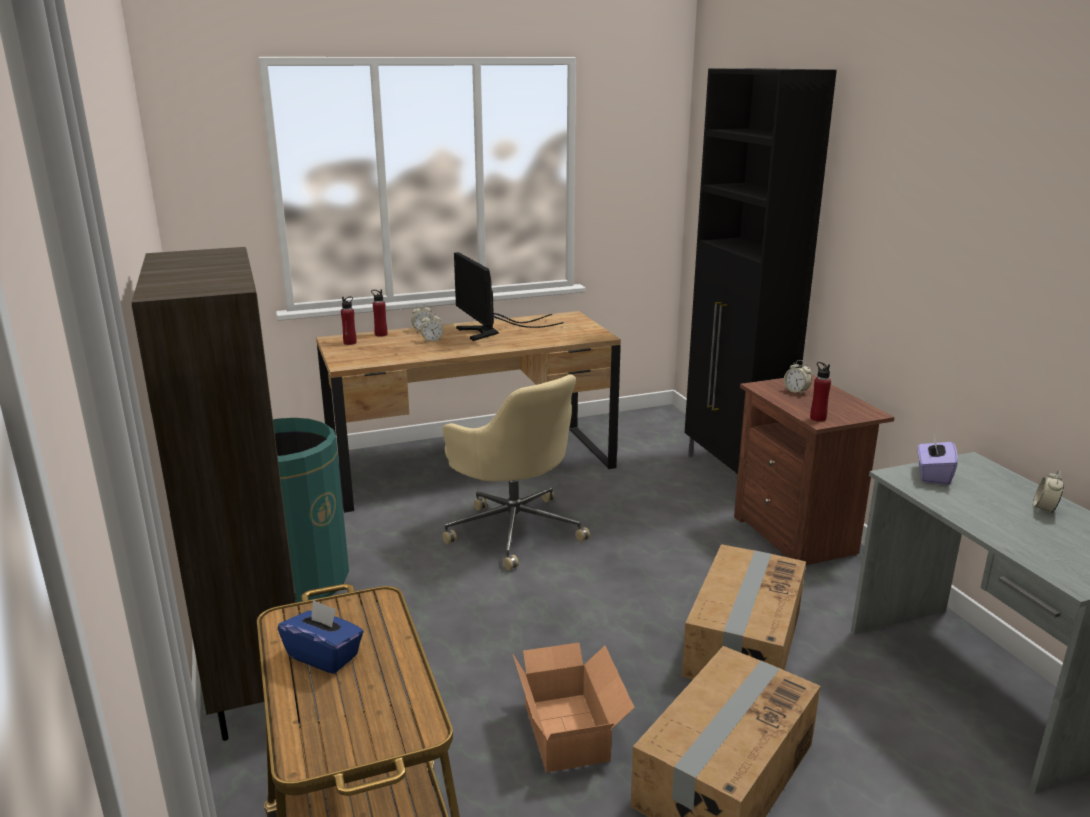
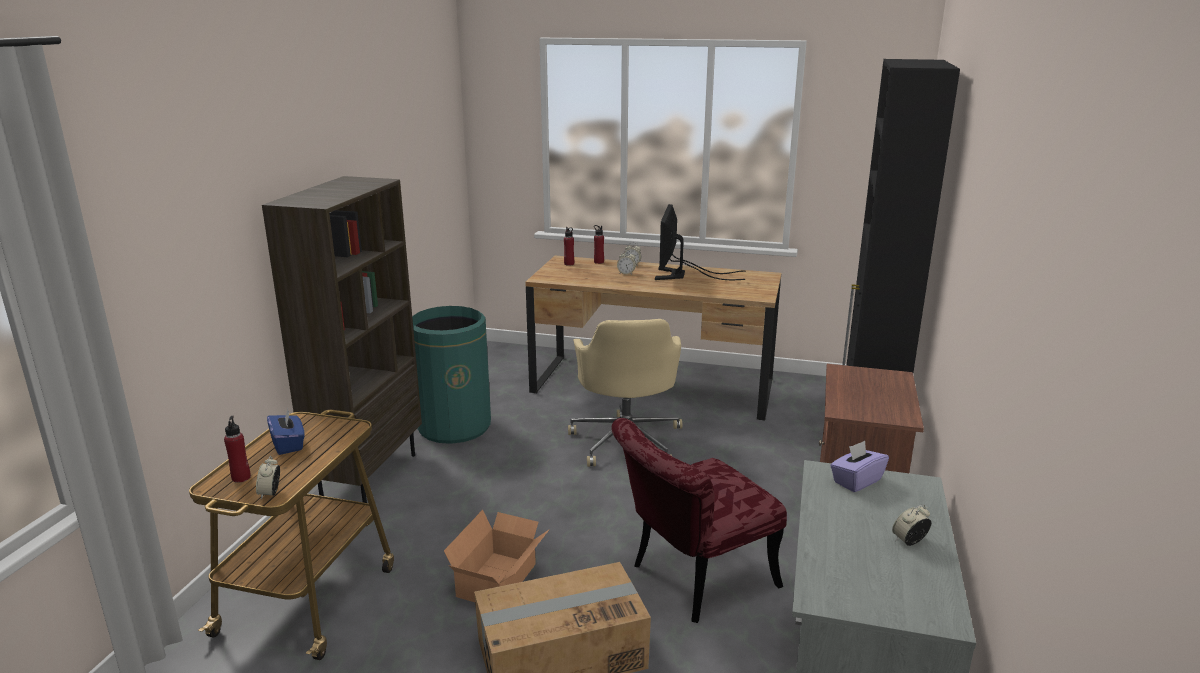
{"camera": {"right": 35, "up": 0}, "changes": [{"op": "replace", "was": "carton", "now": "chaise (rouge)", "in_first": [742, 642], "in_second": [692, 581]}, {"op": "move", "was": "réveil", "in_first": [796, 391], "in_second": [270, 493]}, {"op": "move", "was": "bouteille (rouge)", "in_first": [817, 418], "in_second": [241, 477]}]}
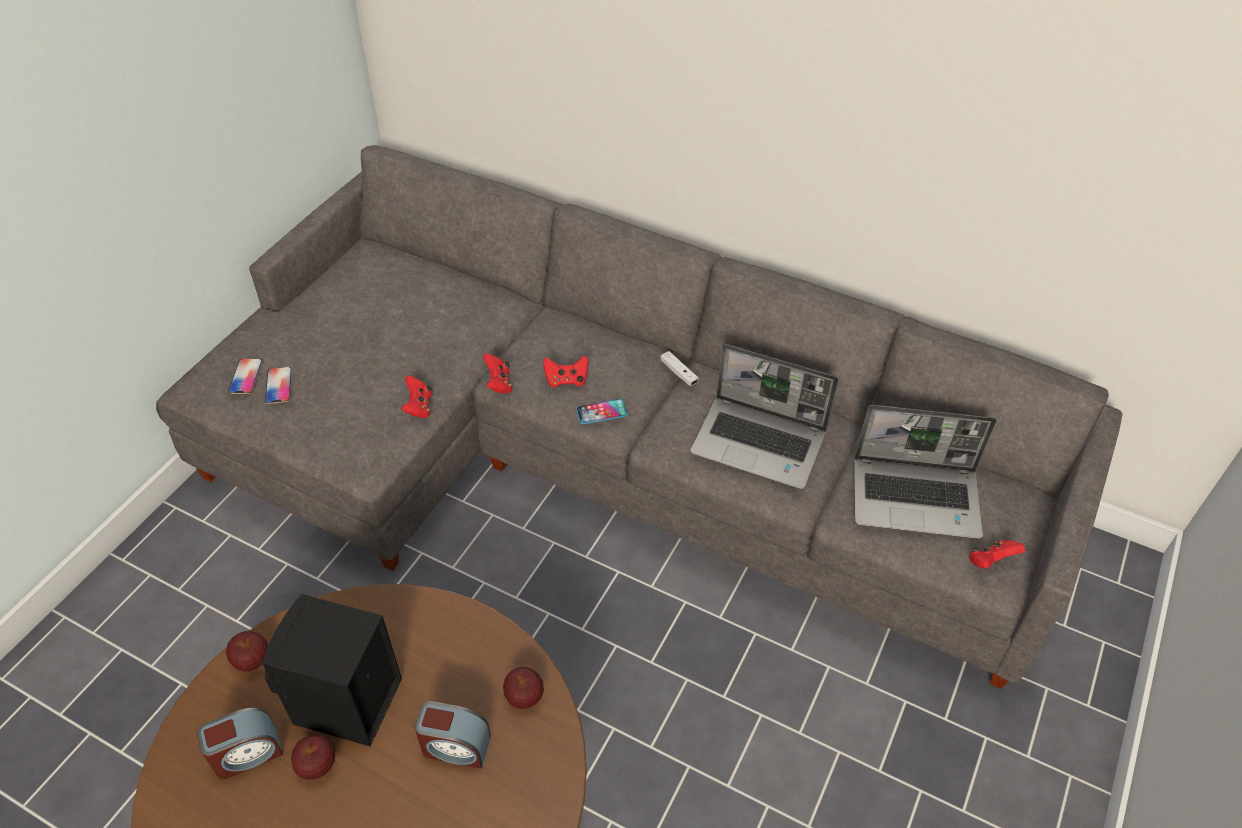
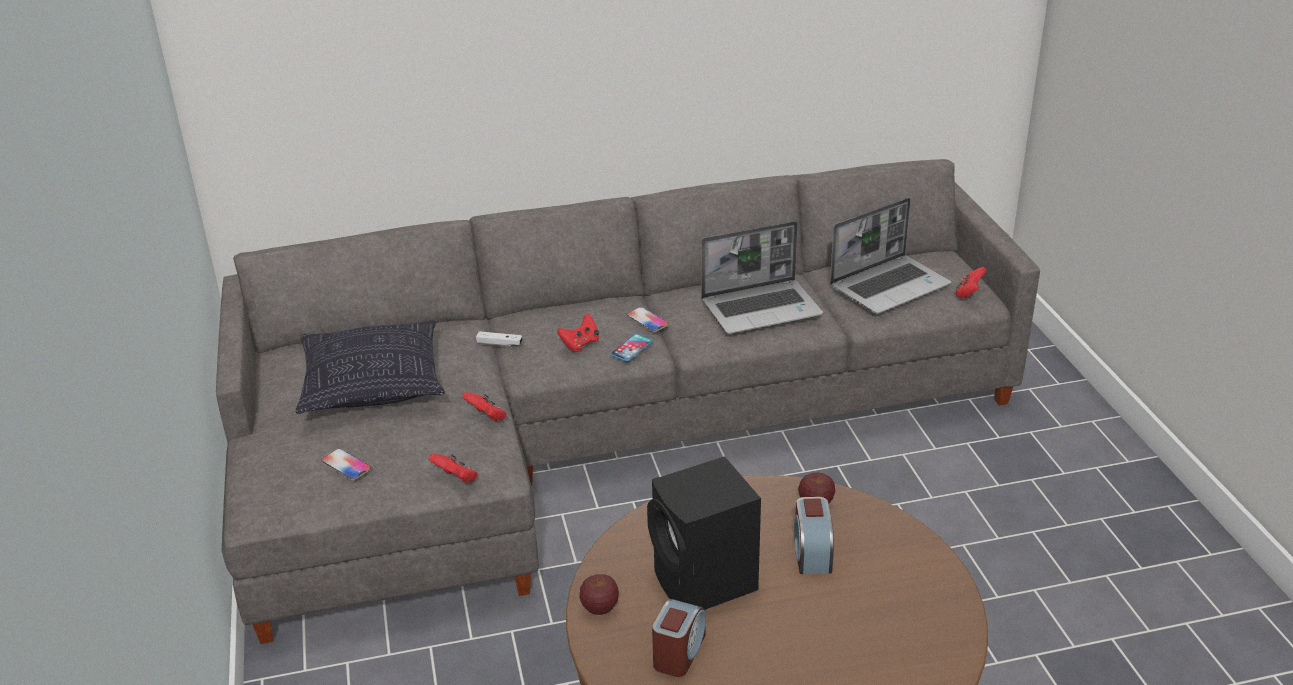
{"camera": {"right": -40, "up": -15}, "changes": [{"op": "move", "was": "téléphone", "in_first": [245, 377], "in_second": [647, 320]}, {"op": "delete", "was": "pomme", "in_first": [318, 766]}, {"op": "rotate", "was": "réveil", "in_first": [455, 746], "in_second": [811, 553], "clockwise": 120}, {"op": "move", "was": "manette (rouge)", "in_first": [499, 383], "in_second": [456, 478]}, {"op": "move", "was": "manette (blanc)", "in_first": [678, 373], "in_second": [499, 343]}, {"op": "insert", "now": "coussin", "in_second": [373, 385]}]}
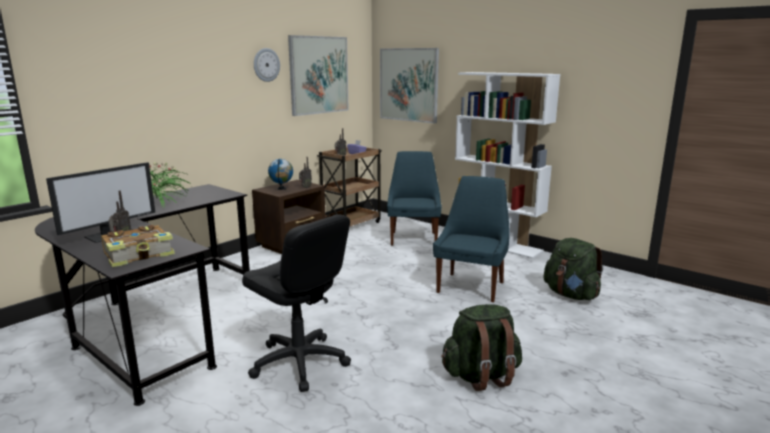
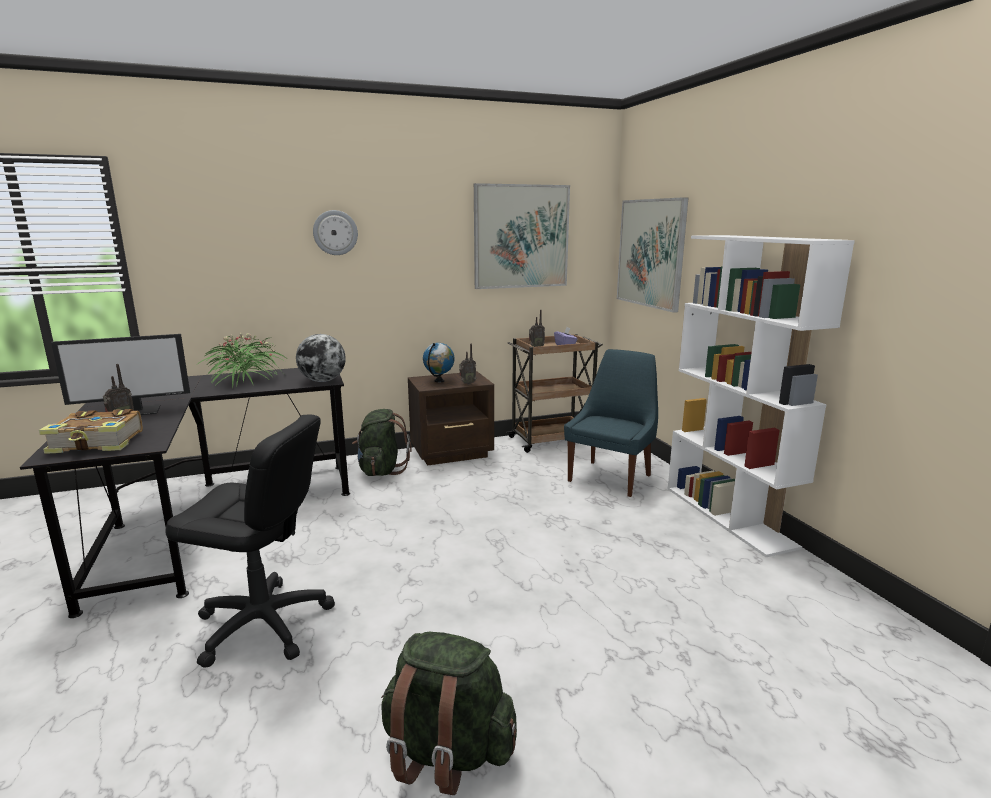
{"camera": {"right": 30, "up": 0}, "changes": [{"op": "rotate", "was": "chaise de bureau (noir)", "in_first": [299, 363], "in_second": [263, 624], "clockwise": -60}, {"op": "move", "was": "horloge murale", "in_first": [266, 65], "in_second": [335, 232]}, {"op": "delete", "was": "chaise (bleu)", "in_first": [471, 286]}, {"op": "move", "was": "sac à dos (vert)", "in_first": [571, 295], "in_second": [381, 470]}, {"op": "insert", "now": "globe", "in_second": [322, 381]}]}
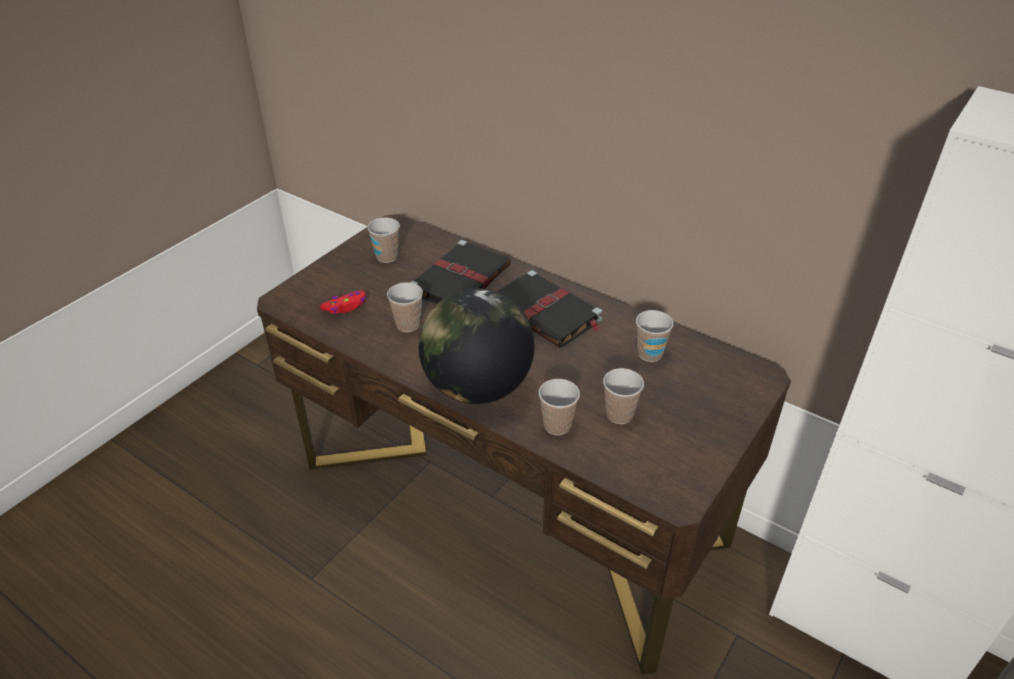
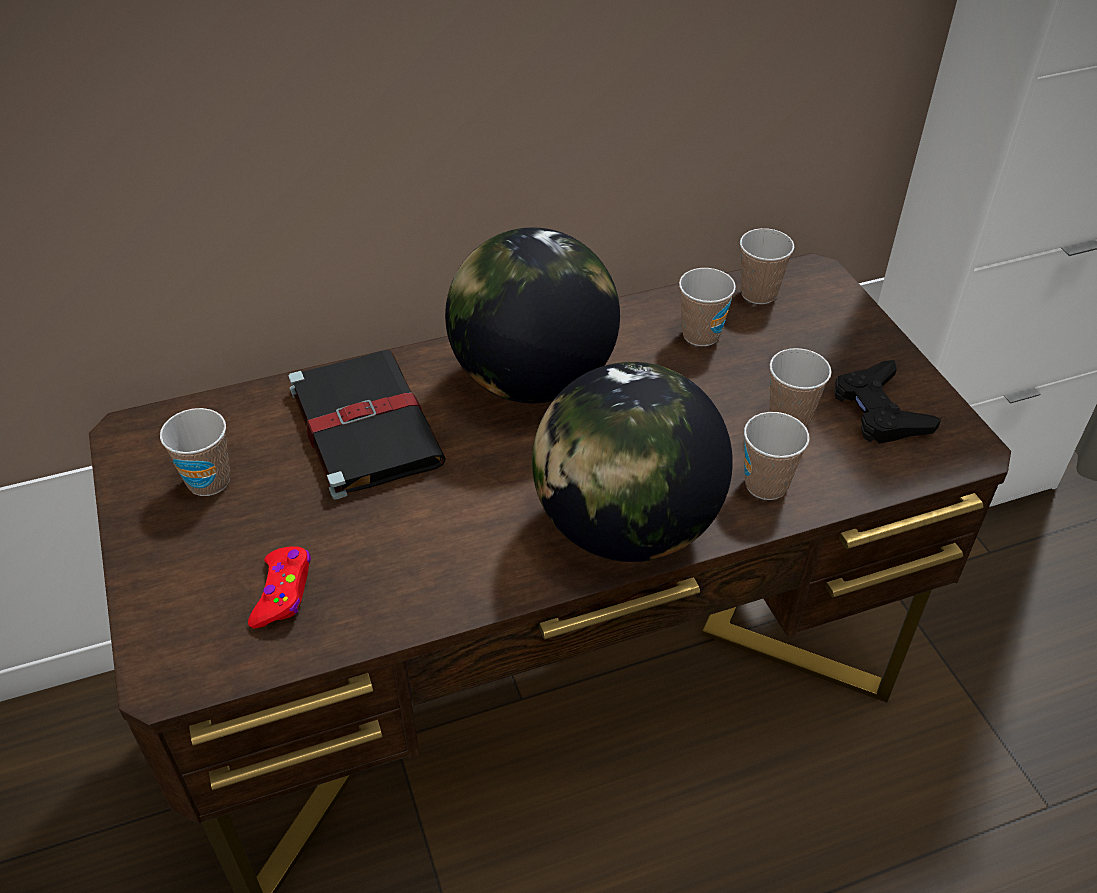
{"camera": {"right": -55, "up": 5}, "changes": [{"op": "move", "was": "tasse", "in_first": [408, 325], "in_second": [758, 293]}, {"op": "replace", "was": "livre (noir)", "now": "globe", "in_first": [546, 313], "in_second": [533, 381]}, {"op": "insert", "now": "manette (noir)", "in_second": [879, 411]}]}
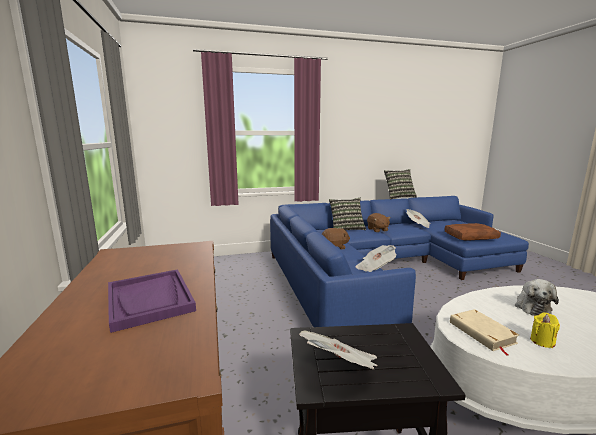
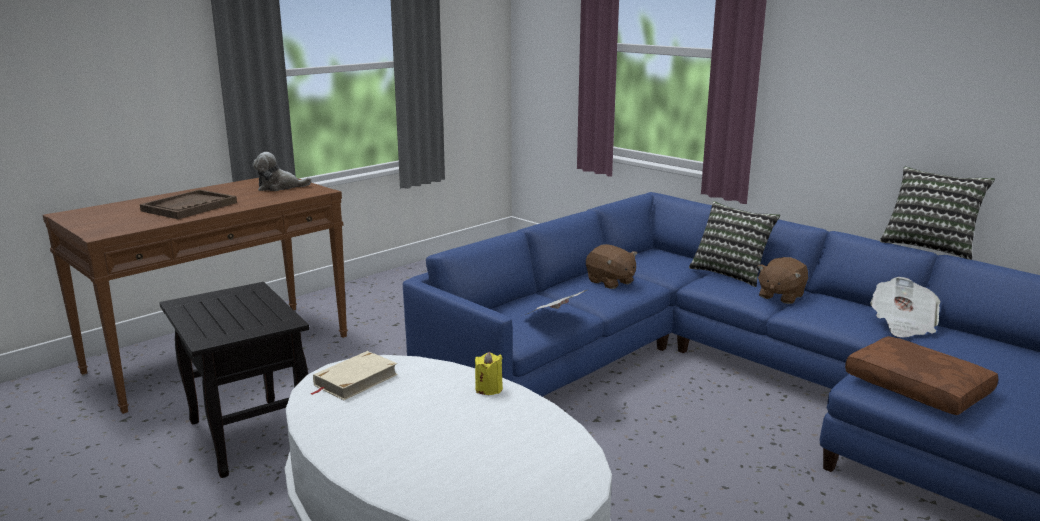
{"camera": {"right": 60, "up": 5}, "changes": [{"op": "recolor", "was": "plateau (violet)", "now": "plateau (marron)", "in_first": [150, 300], "in_second": [189, 207]}, {"op": "delete", "was": "journal", "in_first": [341, 367]}, {"op": "move", "was": "peluche", "in_first": [532, 307], "in_second": [279, 187]}, {"op": "move", "was": "bougie (jaune)", "in_first": [542, 341], "in_second": [489, 389]}]}
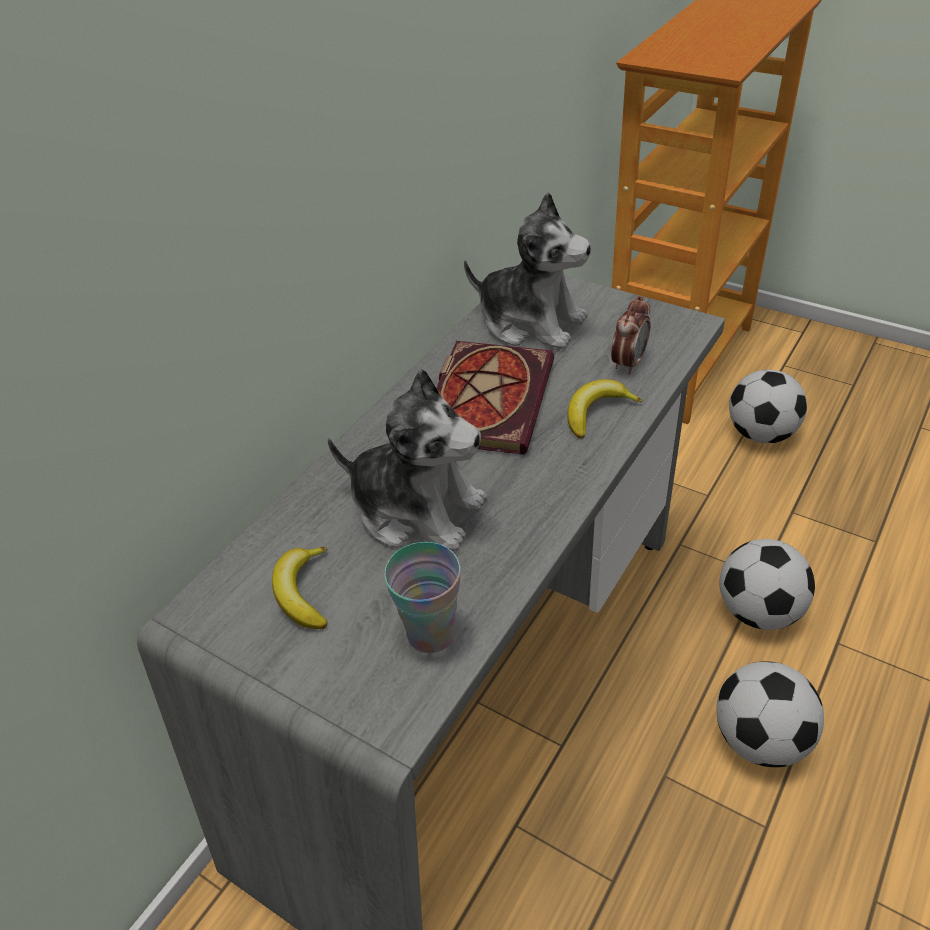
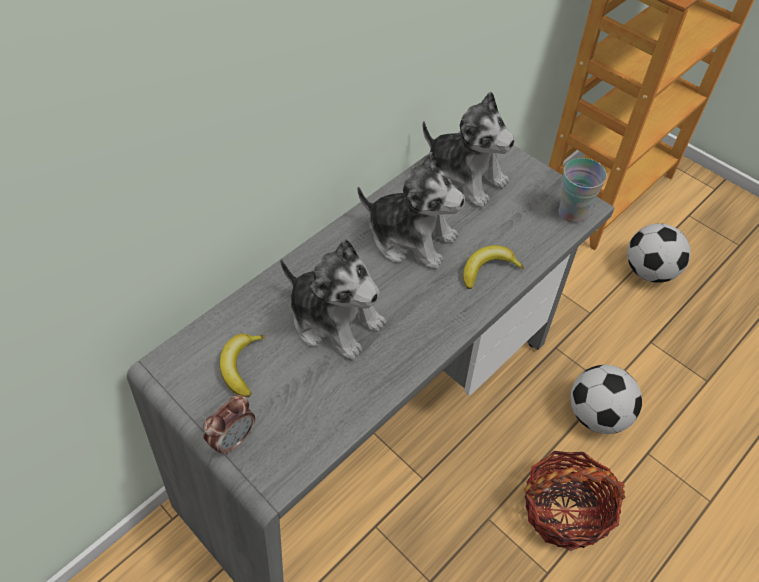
{"camera": {"right": 10, "up": 10}, "changes": [{"op": "move", "was": "tasse", "in_first": [431, 633], "in_second": [572, 213]}, {"op": "replace", "was": "livre", "now": "peluche", "in_first": [486, 398], "in_second": [411, 238]}, {"op": "move", "was": "réveil", "in_first": [628, 363], "in_second": [234, 439]}, {"op": "replace", "was": "ballon de foot", "now": "panier", "in_first": [760, 739], "in_second": [565, 510]}]}
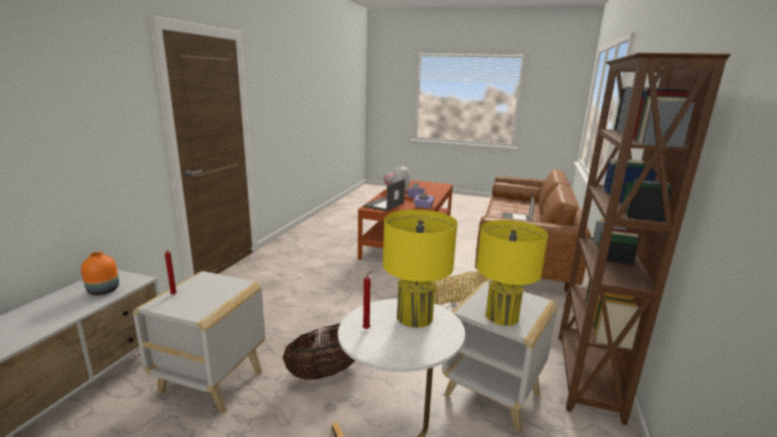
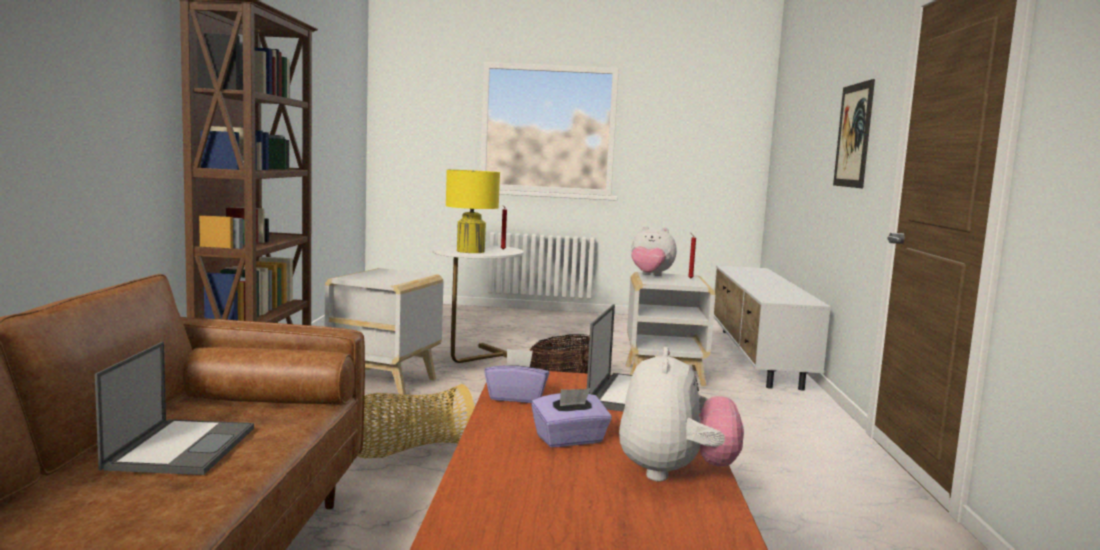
{"camera": {"right": 165, "up": -10}, "changes": [{"op": "delete", "was": "vase (orange)", "in_first": [104, 290]}, {"op": "delete", "was": "lampe de table (jaune)", "in_first": [501, 316]}, {"op": "insert", "now": "peluche", "in_second": [650, 275]}, {"op": "insert", "now": "tableau", "in_second": [853, 135]}]}
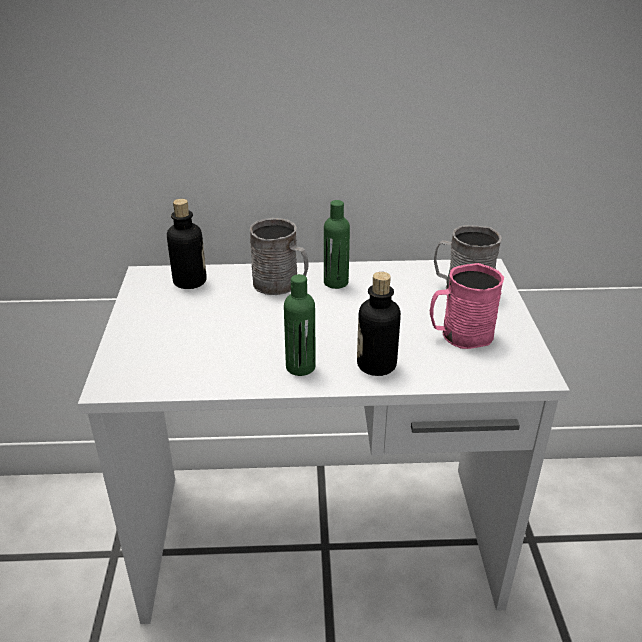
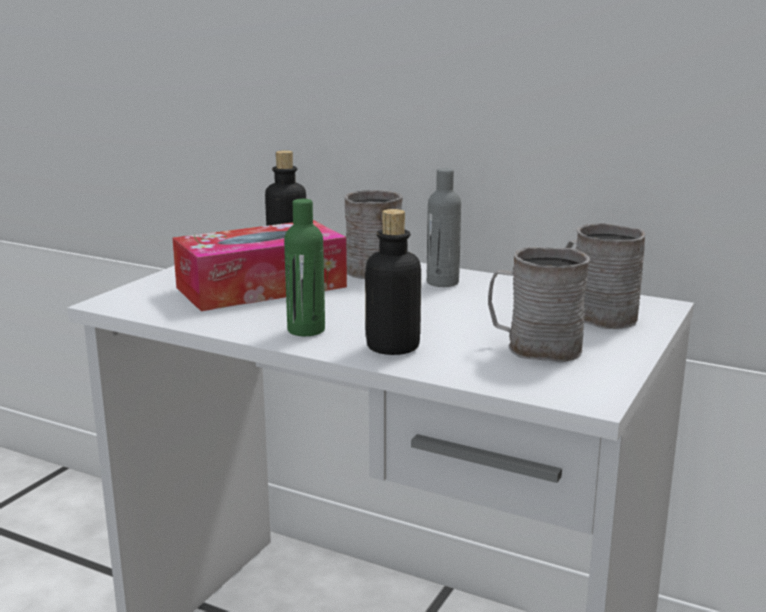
{"camera": {"right": 30, "up": -15}, "changes": [{"op": "recolor", "was": "bouteille (vert)", "now": "bouteille (gris)", "in_first": [336, 282], "in_second": [442, 282]}, {"op": "recolor", "was": "mug (rose)", "now": "mug (gris)", "in_first": [460, 335], "in_second": [533, 347]}, {"op": "insert", "now": "boîte à mouchoirs", "in_second": [261, 287]}]}
